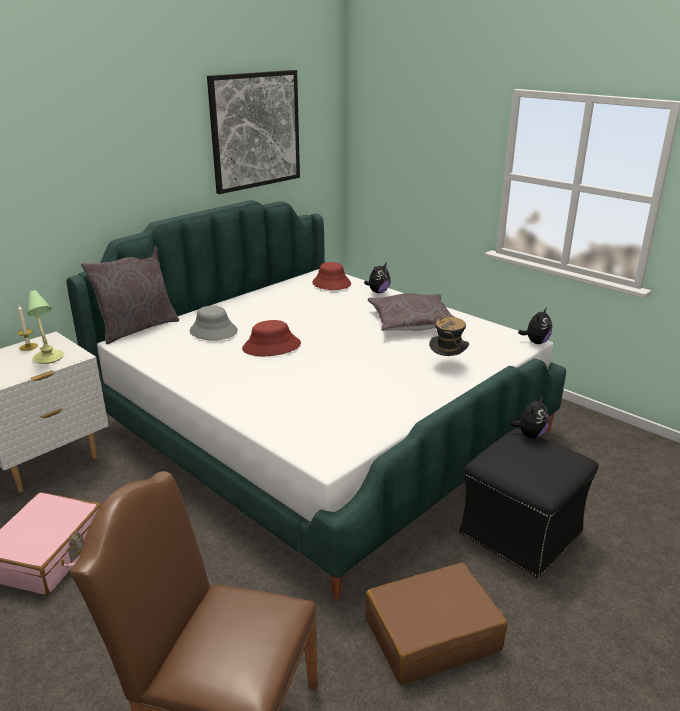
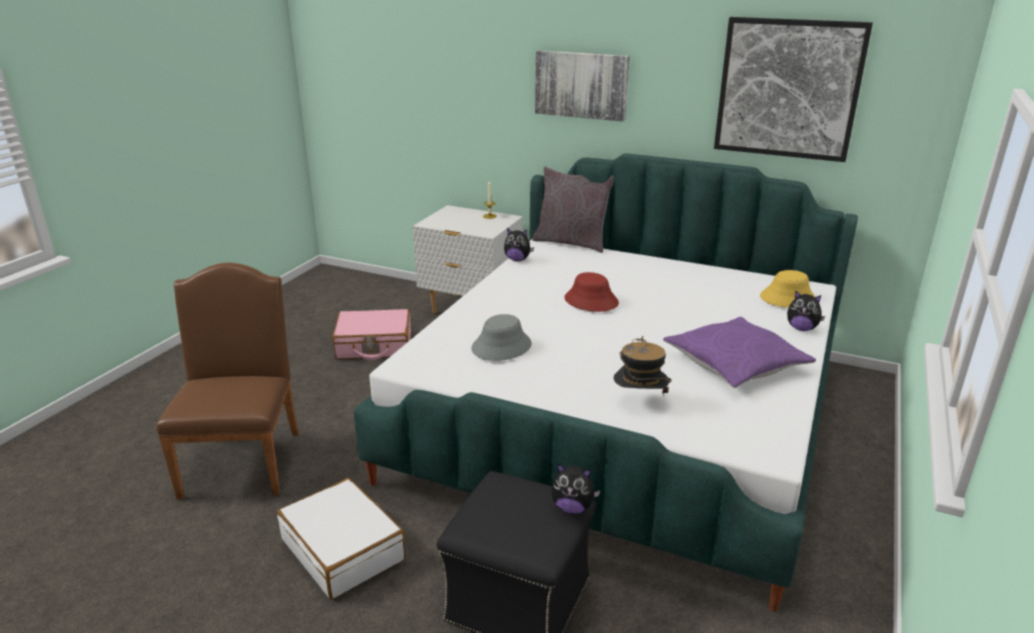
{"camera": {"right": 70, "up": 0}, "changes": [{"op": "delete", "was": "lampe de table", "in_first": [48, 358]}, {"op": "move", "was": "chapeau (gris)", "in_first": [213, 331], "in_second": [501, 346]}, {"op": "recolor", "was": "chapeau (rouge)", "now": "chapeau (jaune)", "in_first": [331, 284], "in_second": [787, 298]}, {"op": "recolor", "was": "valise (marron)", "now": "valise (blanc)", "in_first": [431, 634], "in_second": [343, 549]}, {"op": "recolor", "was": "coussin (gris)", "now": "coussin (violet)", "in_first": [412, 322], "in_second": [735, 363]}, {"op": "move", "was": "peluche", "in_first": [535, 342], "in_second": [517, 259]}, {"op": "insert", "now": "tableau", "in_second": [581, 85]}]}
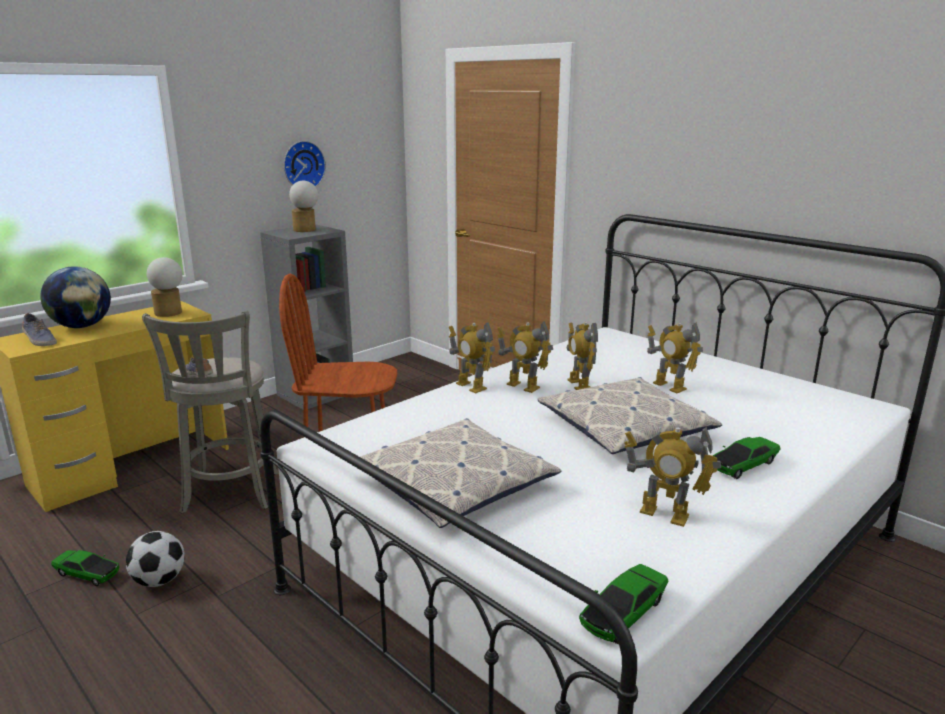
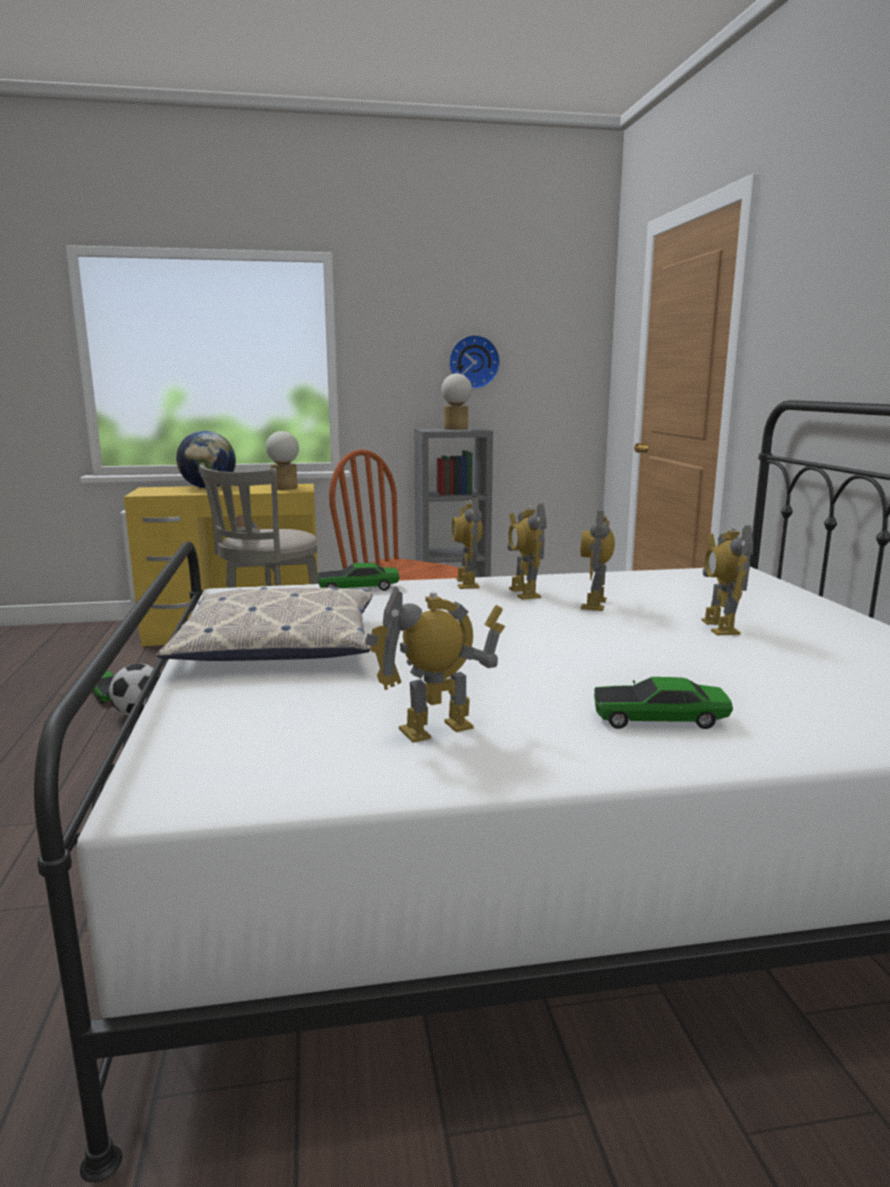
{"camera": {"right": 35, "up": -5}, "changes": [{"op": "delete", "was": "chaussure", "in_first": [39, 340]}, {"op": "delete", "was": "coussin", "in_first": [625, 427]}, {"op": "move", "was": "petite voiture", "in_first": [624, 613], "in_second": [358, 588]}, {"op": "rotate", "was": "robot jouet", "in_first": [664, 514], "in_second": [436, 730], "clockwise": 90}]}
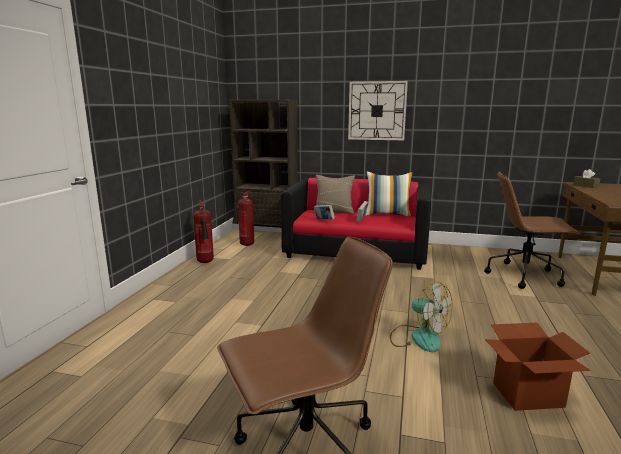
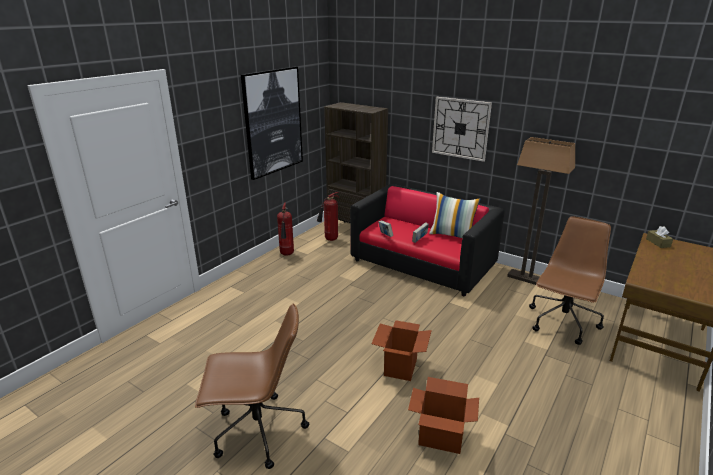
{"camera": {"right": 20, "up": 10}, "changes": [{"op": "delete", "was": "coussin (beige)", "in_first": [334, 211]}, {"op": "replace", "was": "ventilateur", "now": "carton", "in_first": [418, 337], "in_second": [400, 367]}, {"op": "rotate", "was": "chaise de bureau (marron)", "in_first": [525, 276], "in_second": [562, 323], "clockwise": 90}, {"op": "insert", "now": "tableau", "in_second": [273, 122]}, {"op": "insert", "now": "lampadaire", "in_second": [526, 278]}]}
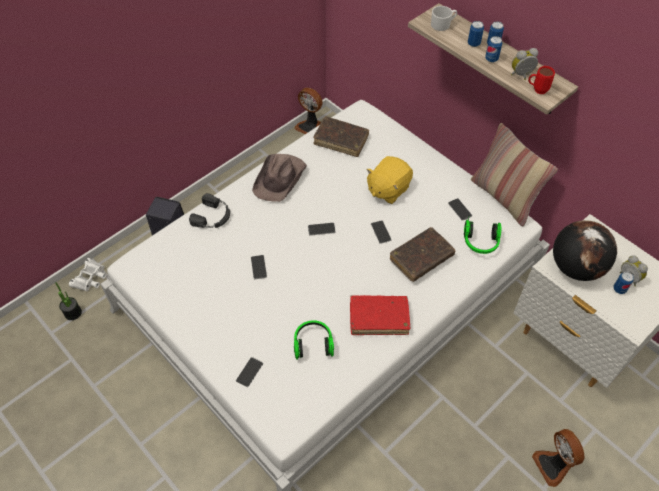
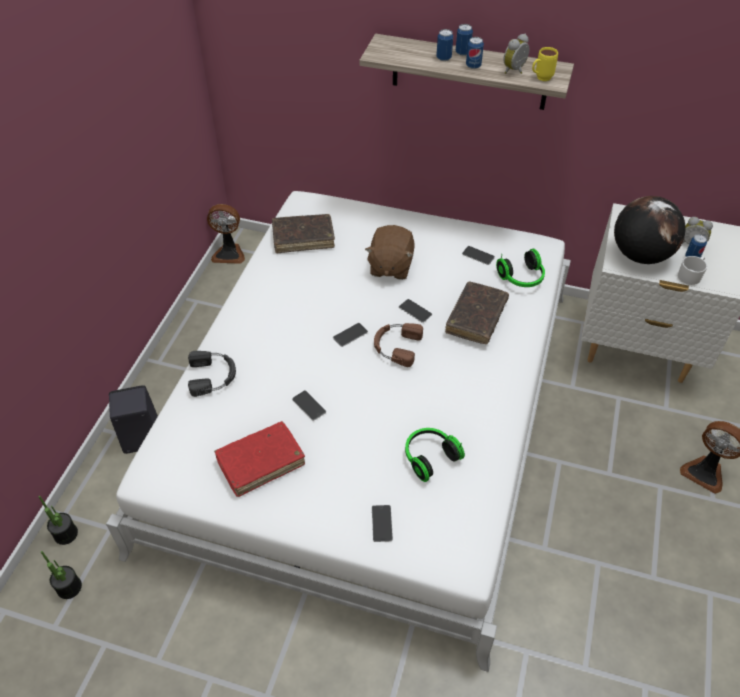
{"camera": {"right": -30, "up": -5}, "changes": [{"op": "replace", "was": "jumelles (blanc)", "now": "plante en pot", "in_first": [90, 278], "in_second": [66, 534]}, {"op": "delete", "was": "chapeau (marron)", "in_first": [280, 178]}, {"op": "move", "was": "livre (rouge)", "in_first": [379, 318], "in_second": [261, 462]}, {"op": "recolor", "was": "peluche (jaune)", "now": "peluche (marron)", "in_first": [388, 189], "in_second": [390, 266]}, {"op": "move", "was": "mug (blanc)", "in_first": [443, 24], "in_second": [690, 275]}, {"op": "delete", "was": "coussin", "in_first": [504, 198]}, {"op": "recolor", "was": "mug (rouge)", "now": "mug (jaune)", "in_first": [536, 90], "in_second": [540, 79]}, {"op": "insert", "now": "casque audio (marron)", "in_second": [396, 346]}]}
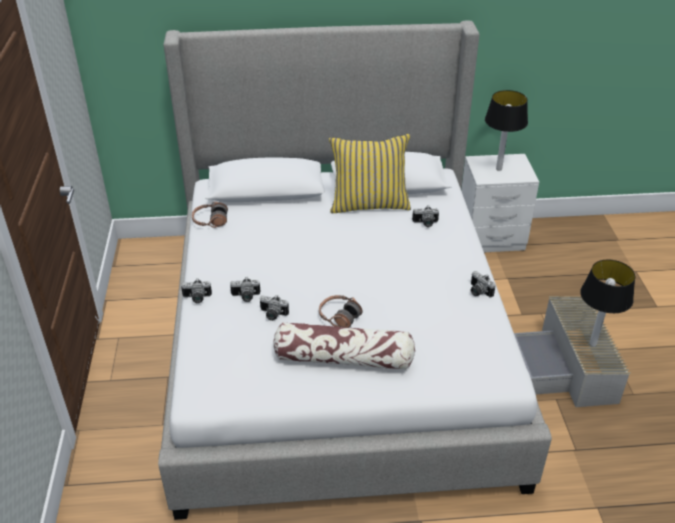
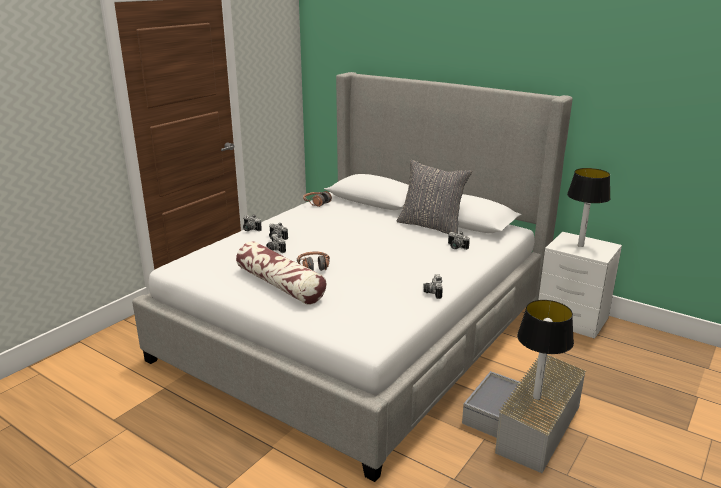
{"camera": {"right": 40, "up": -15}, "changes": [{"op": "recolor", "was": "coussin (jaune)", "now": "coussin (gris)", "in_first": [369, 204], "in_second": [431, 226]}]}
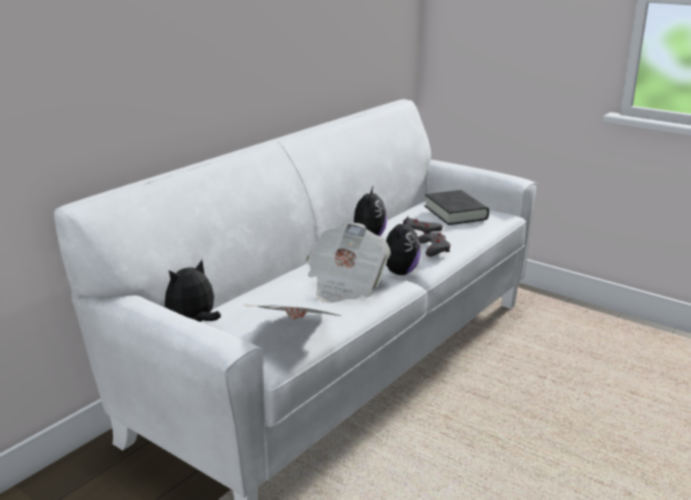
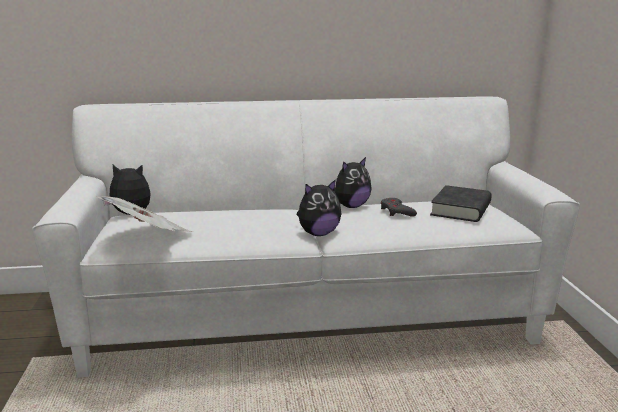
{"camera": {"right": 45, "up": -5}, "changes": [{"op": "delete", "was": "journal", "in_first": [345, 284]}, {"op": "delete", "was": "manette (gris)", "in_first": [434, 248]}]}
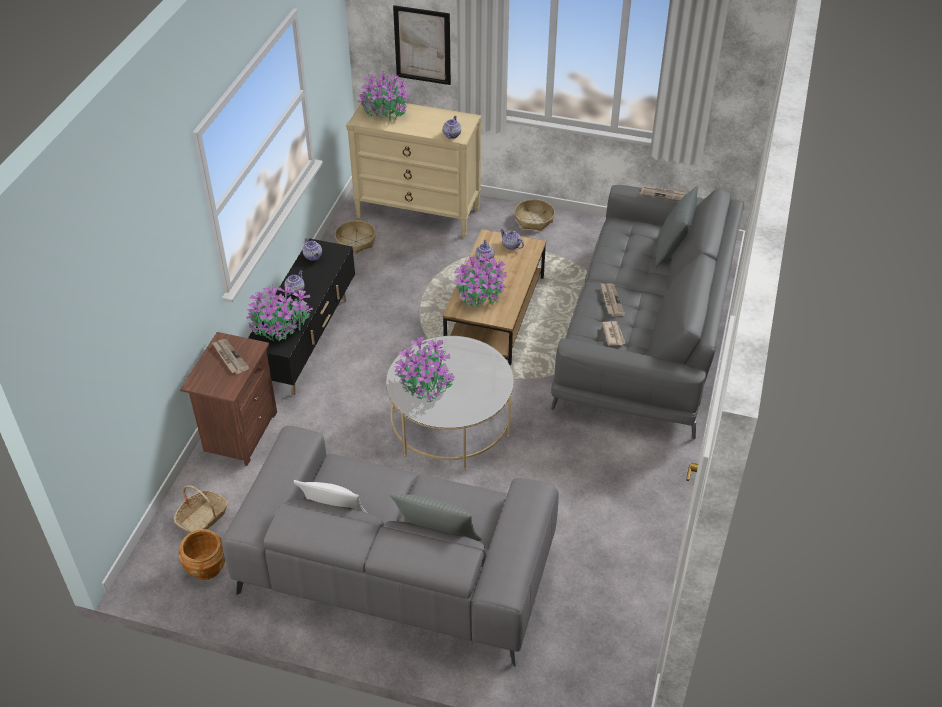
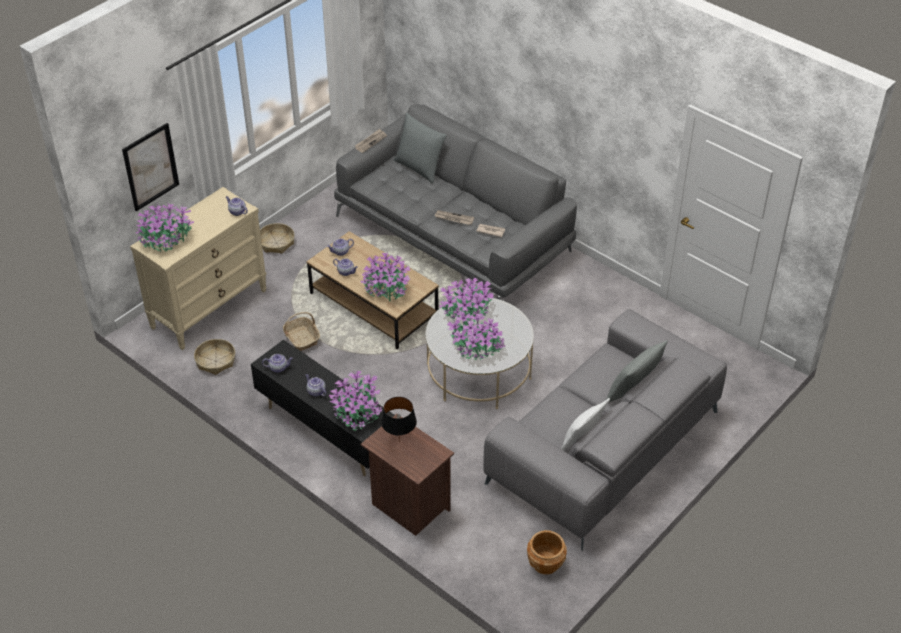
{"camera": {"right": -65, "up": 0}, "changes": [{"op": "move", "was": "panier", "in_first": [203, 518], "in_second": [301, 338]}, {"op": "replace", "was": "journal", "now": "lampe de table (noir)", "in_first": [229, 357], "in_second": [399, 443]}, {"op": "insert", "now": "plante en pot", "in_second": [467, 312]}]}
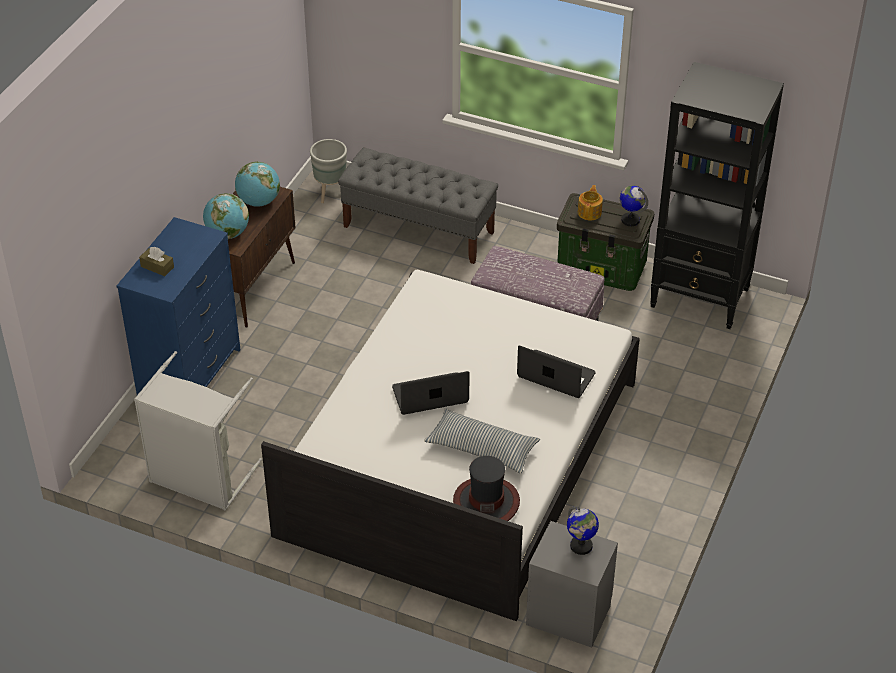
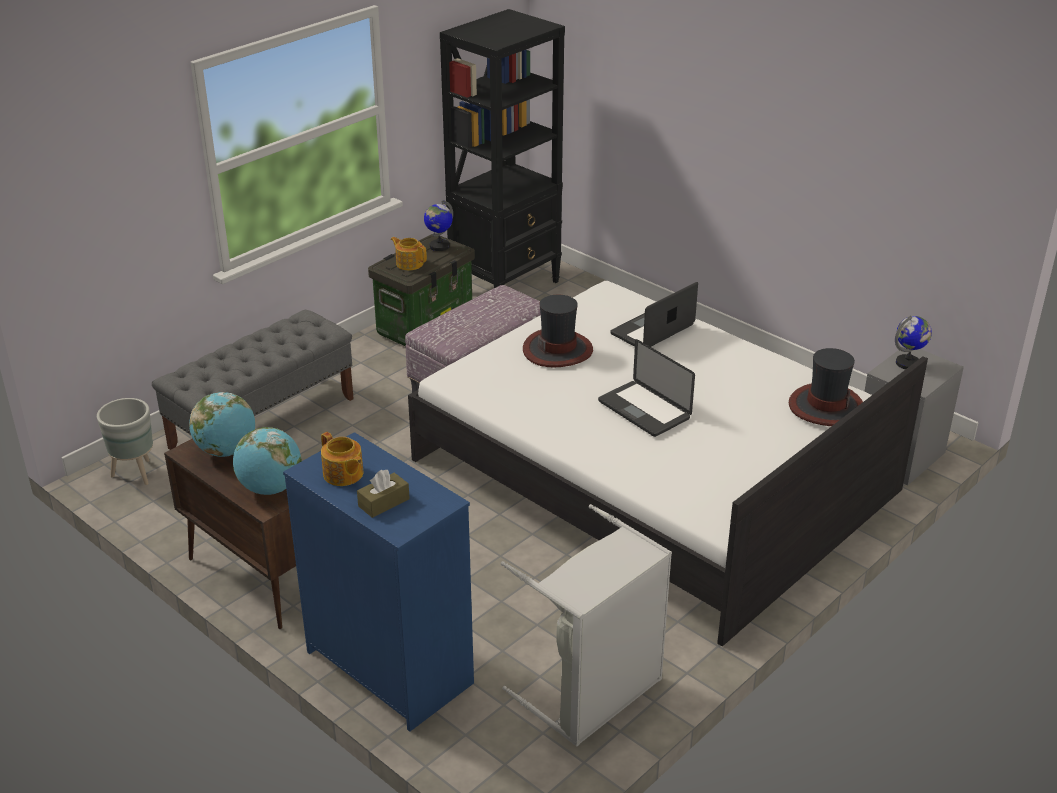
{"camera": {"right": -70, "up": -10}, "changes": [{"op": "rotate", "was": "ordinateur portable", "in_first": [430, 395], "in_second": [644, 410], "clockwise": -45}, {"op": "delete", "was": "coussin", "in_first": [482, 448]}, {"op": "insert", "now": "théière", "in_second": [343, 474]}, {"op": "insert", "now": "chapeau", "in_second": [558, 350]}]}
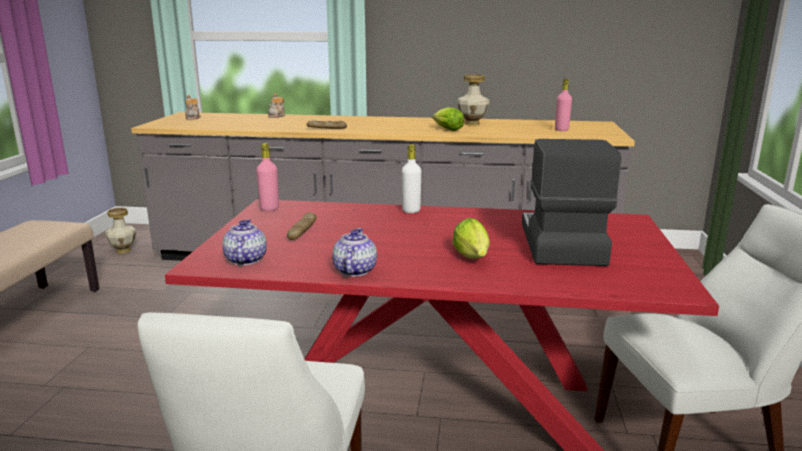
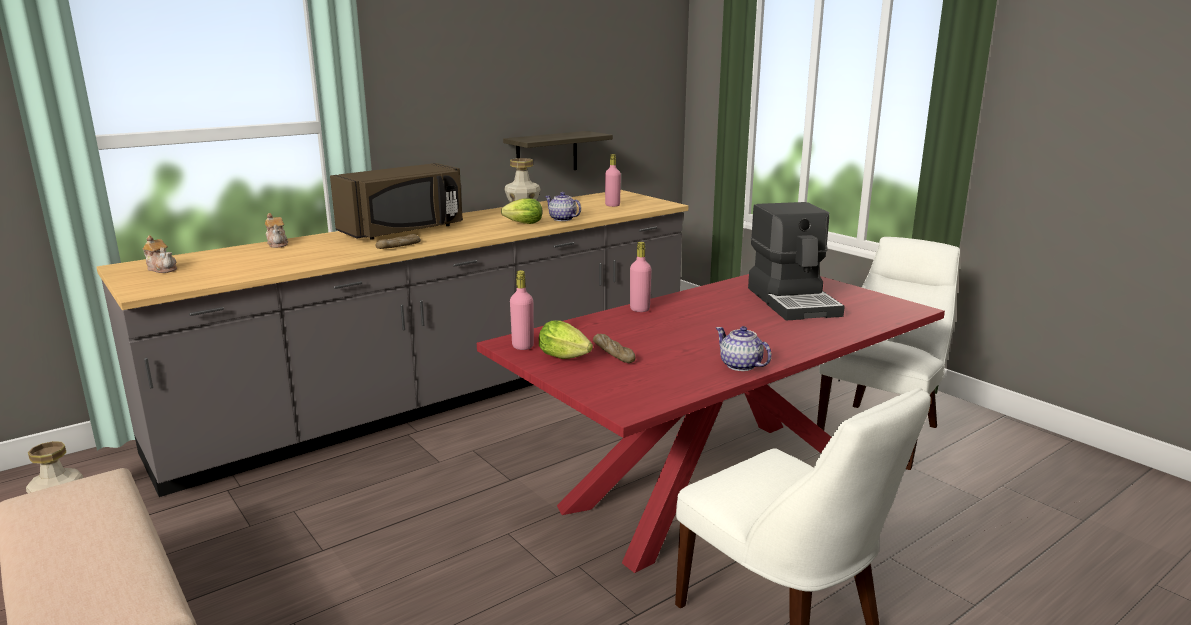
{"camera": {"right": -45, "up": 0}, "changes": [{"op": "move", "was": "théière", "in_first": [245, 260], "in_second": [562, 219]}, {"op": "recolor", "was": "bouteille (blanc)", "now": "bouteille (rose)", "in_first": [411, 210], "in_second": [639, 309]}, {"op": "move", "was": "laitue", "in_first": [473, 258], "in_second": [567, 358]}, {"op": "rotate", "was": "machine à café", "in_first": [559, 243], "in_second": [794, 301], "clockwise": -150}, {"op": "insert", "now": "micro-ondes (marron)", "in_second": [404, 230]}, {"op": "insert", "now": "étagère", "in_second": [547, 154]}]}
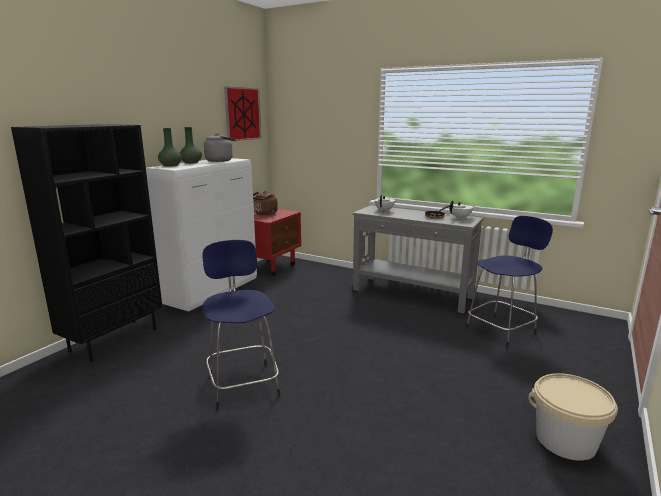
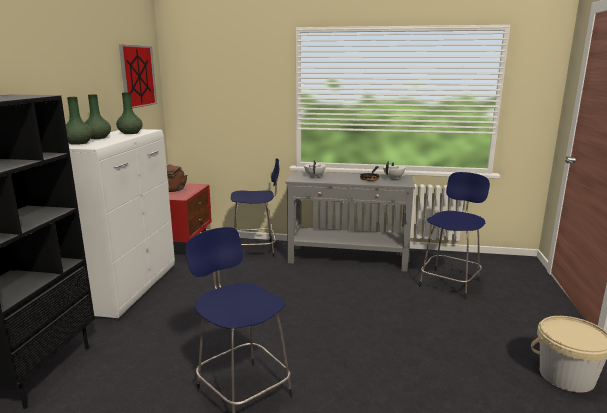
{"camera": {"right": -20, "up": 0}, "changes": [{"op": "replace", "was": "bouilloire (gris)", "now": "vase (vert)", "in_first": [221, 160], "in_second": [130, 133]}, {"op": "insert", "now": "tabouret (bleu)", "in_second": [255, 250]}]}
